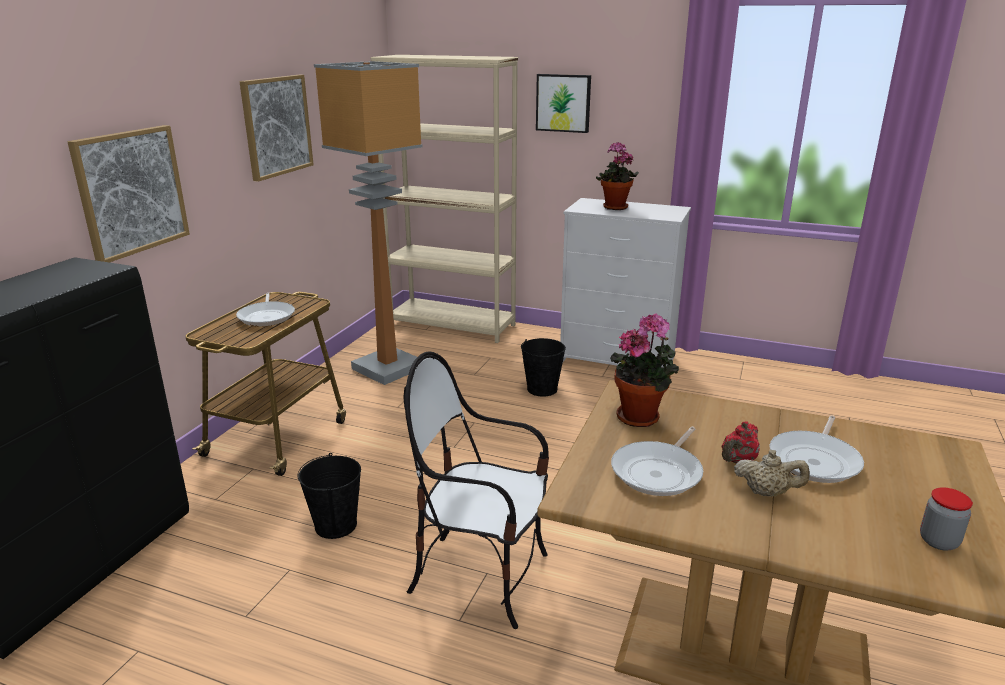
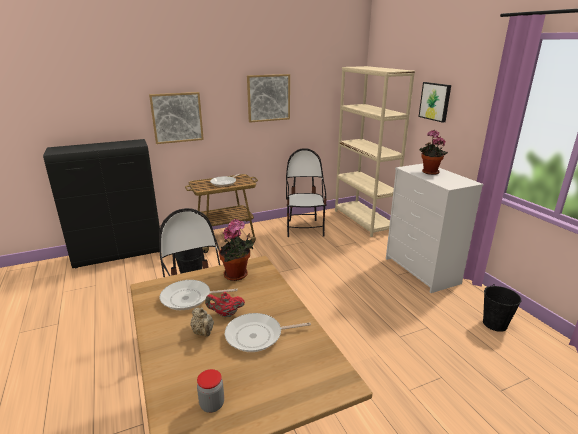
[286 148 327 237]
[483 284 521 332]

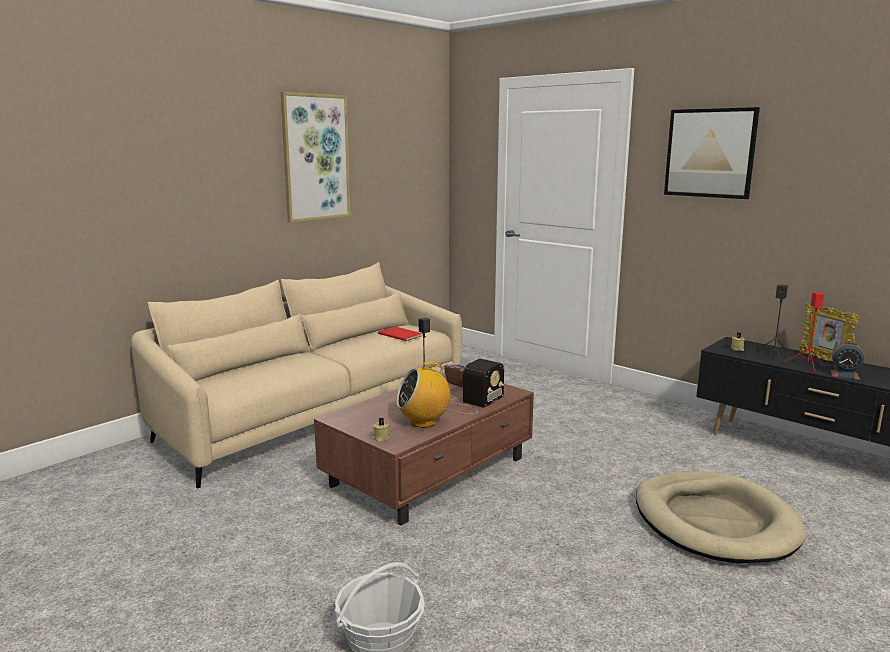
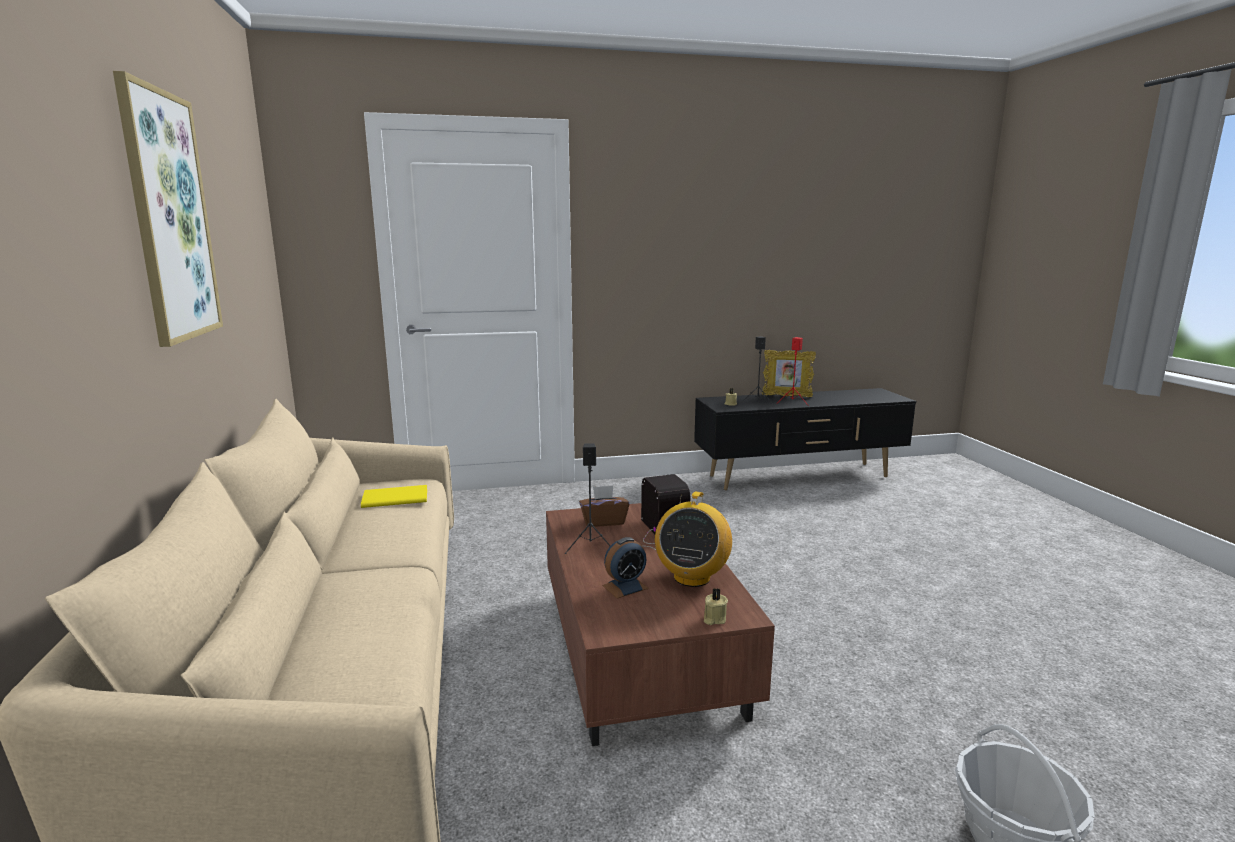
[664 107 760 199] (first image)
[361 485 427 508]
[602 537 649 599]
[636 471 806 563] (first image)

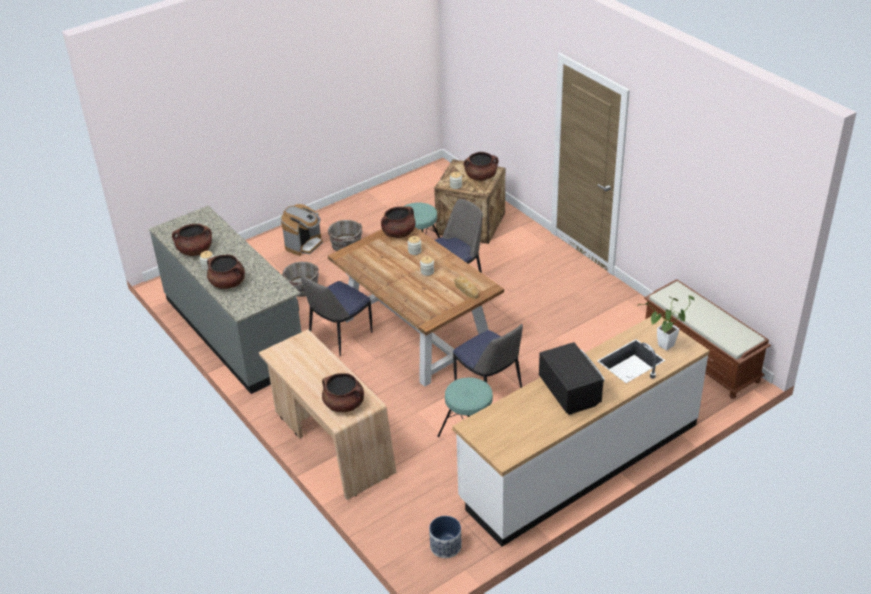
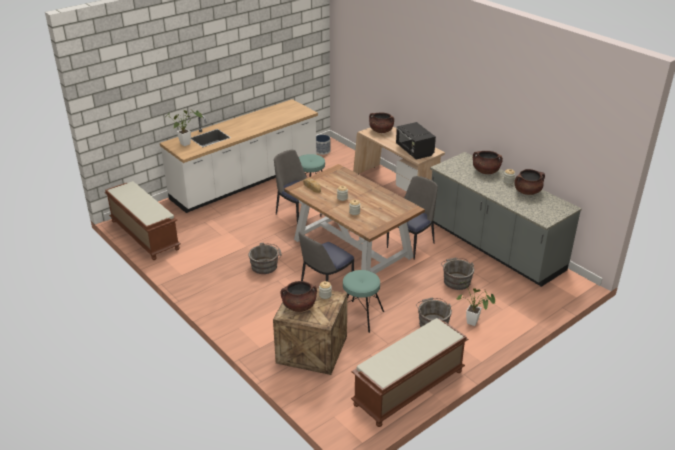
[457 281 495 326]
[381 206 416 238] (first image)
[396 122 436 160]
[249 243 282 274]
[351 318 468 427]

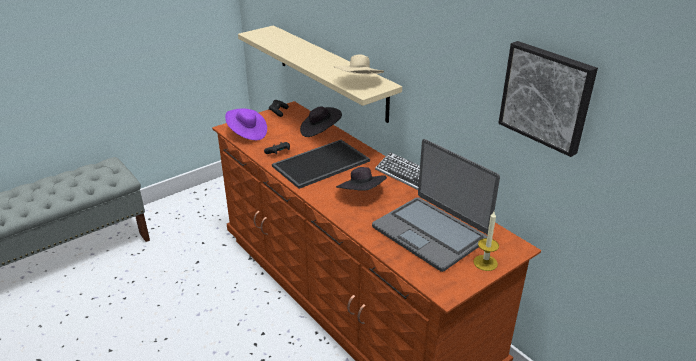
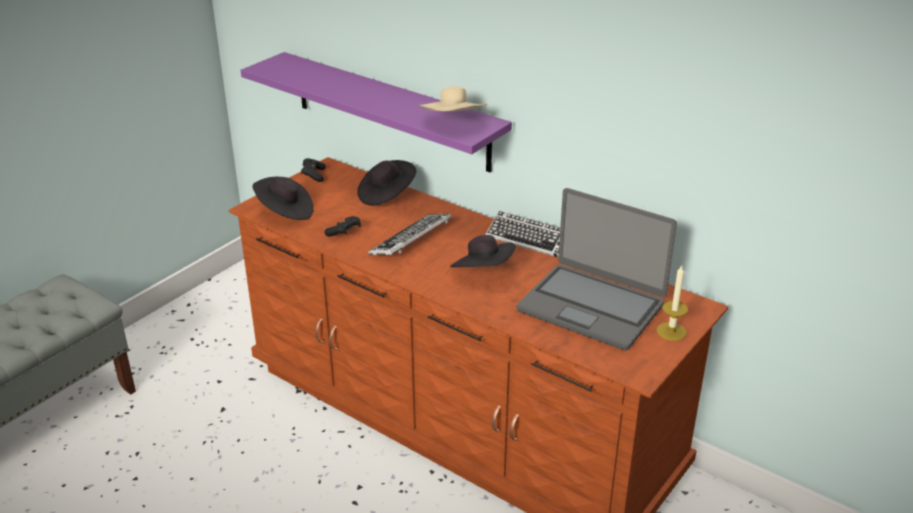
[241 52 512 172]
[498 41 598 157] (first image)
[253 177 314 220]
[368 214 451 255]

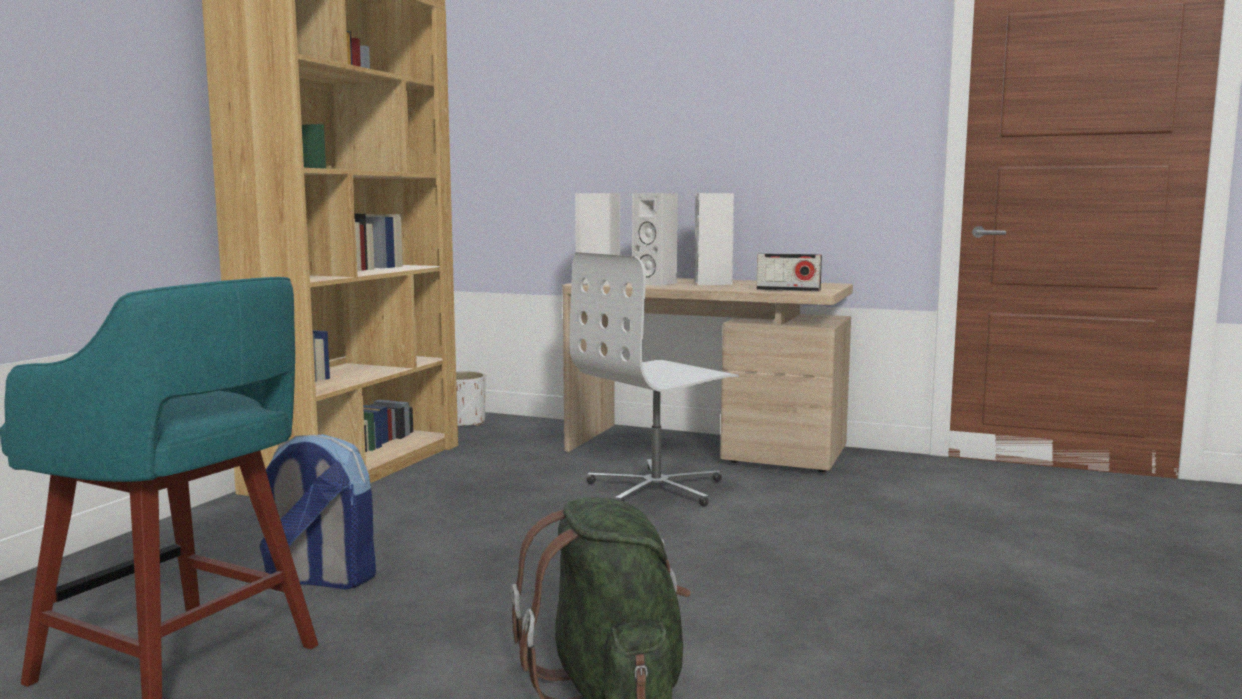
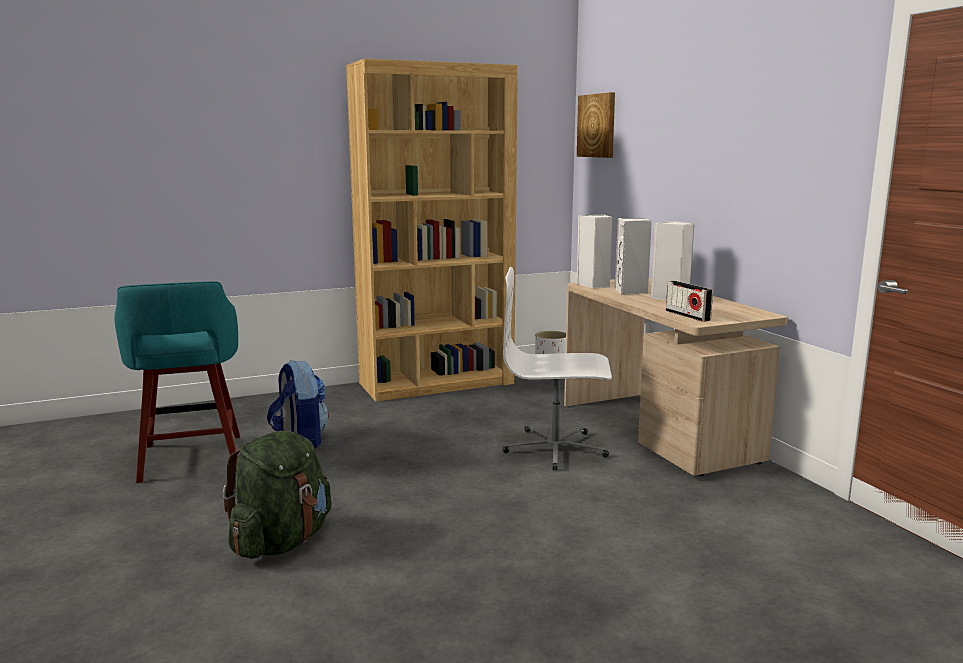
[577 92 615 158]

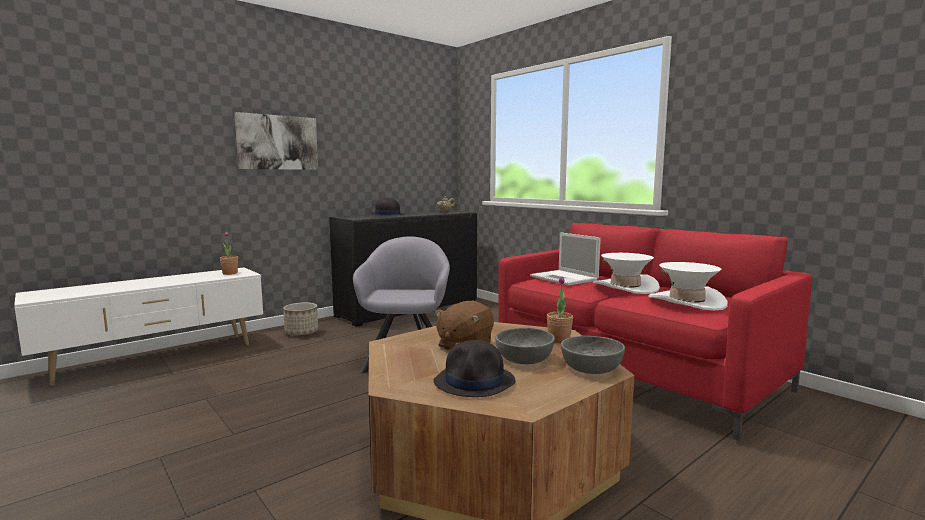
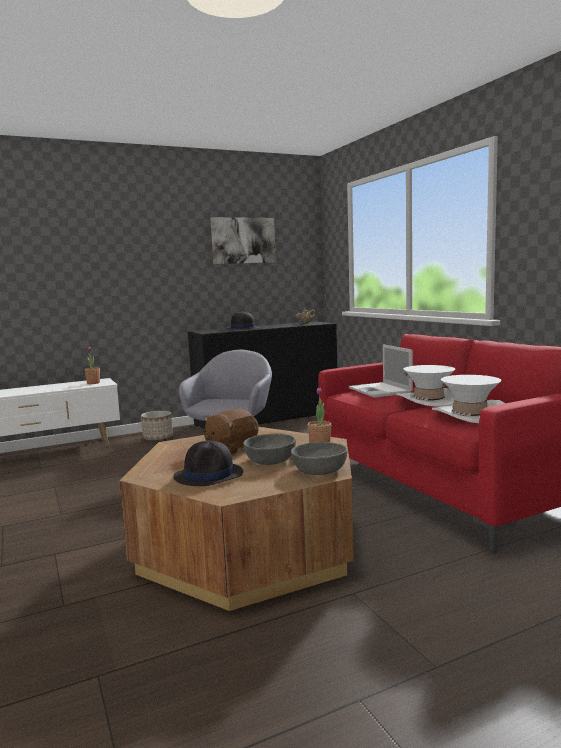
[211 217 276 264]

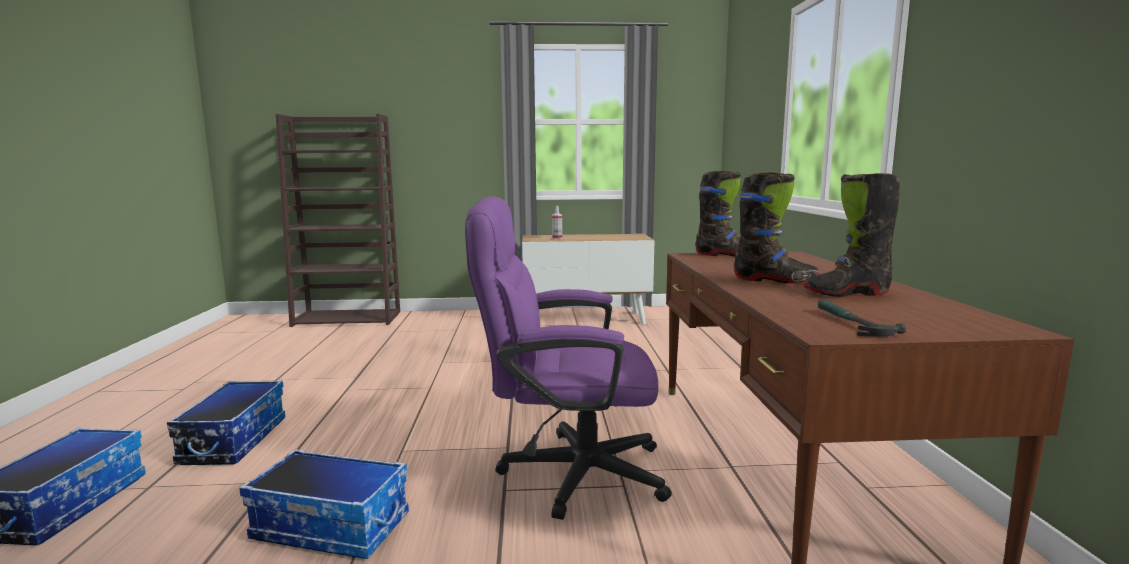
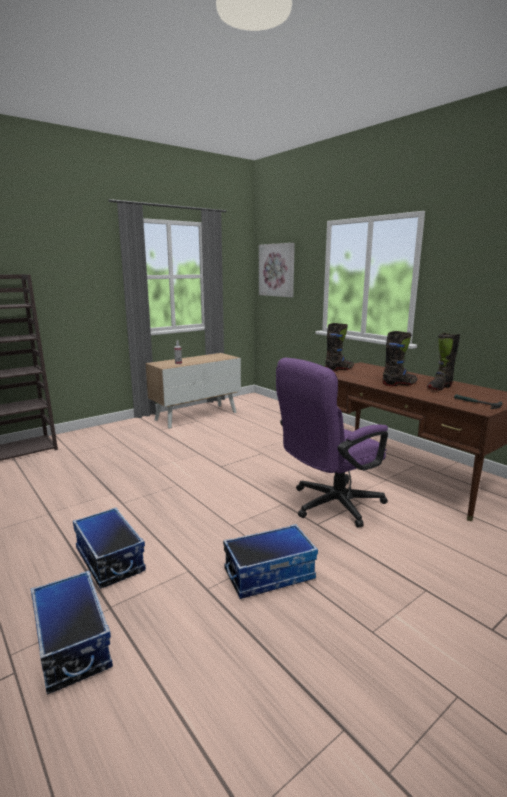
[259 243 295 297]

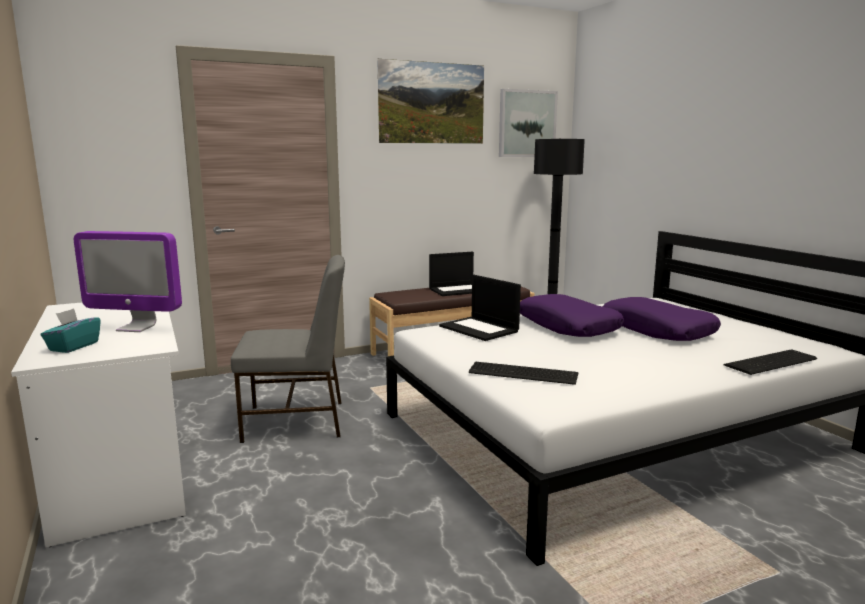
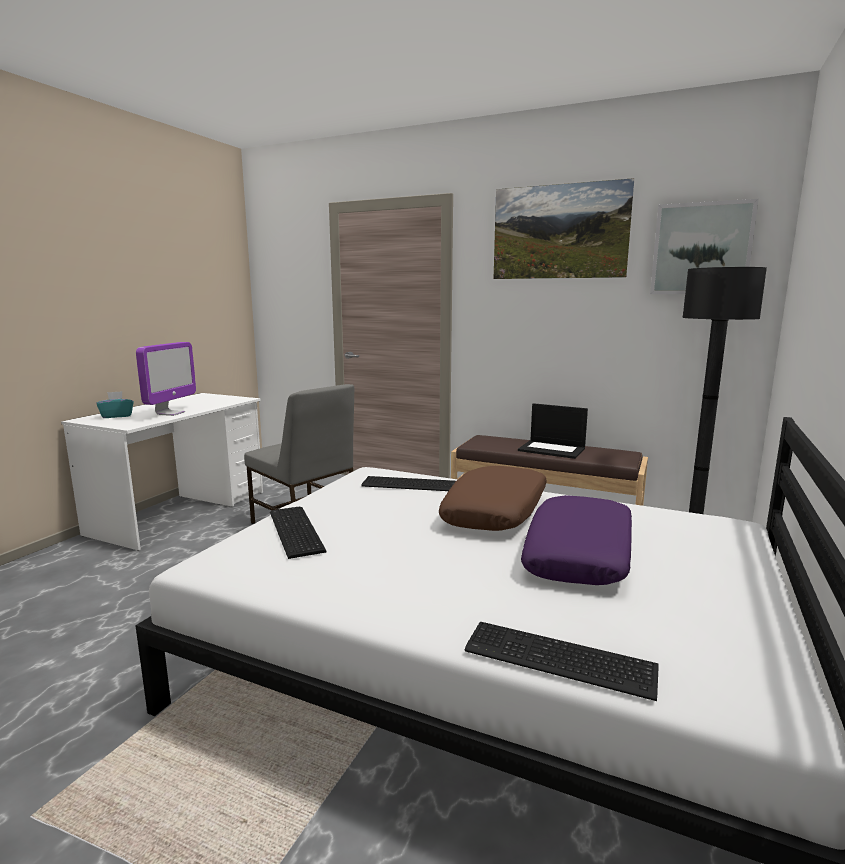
[136 342 196 416]
[361 476 456 491]
[439 466 547 531]

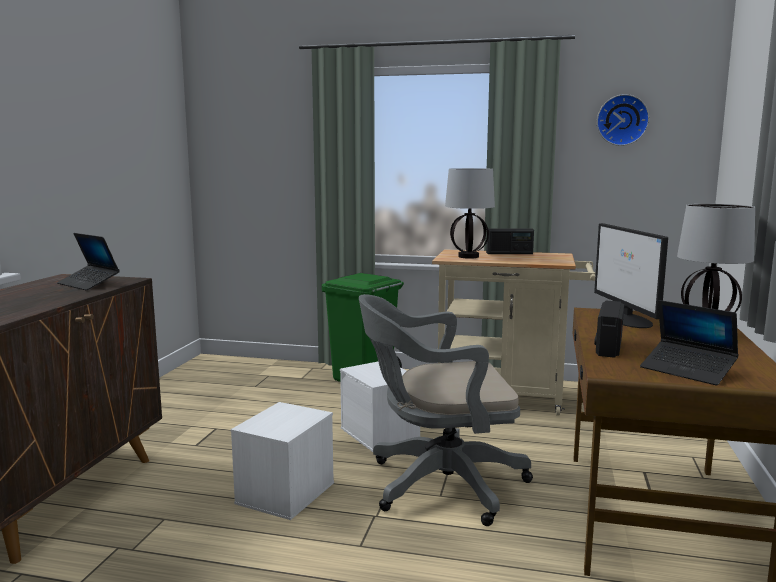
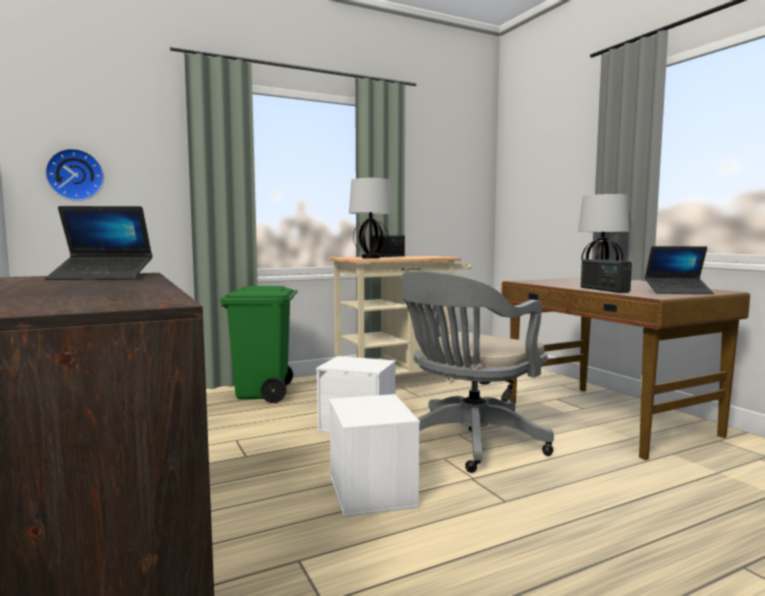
[45 148 104 201]
[594 223 668 328] (first image)

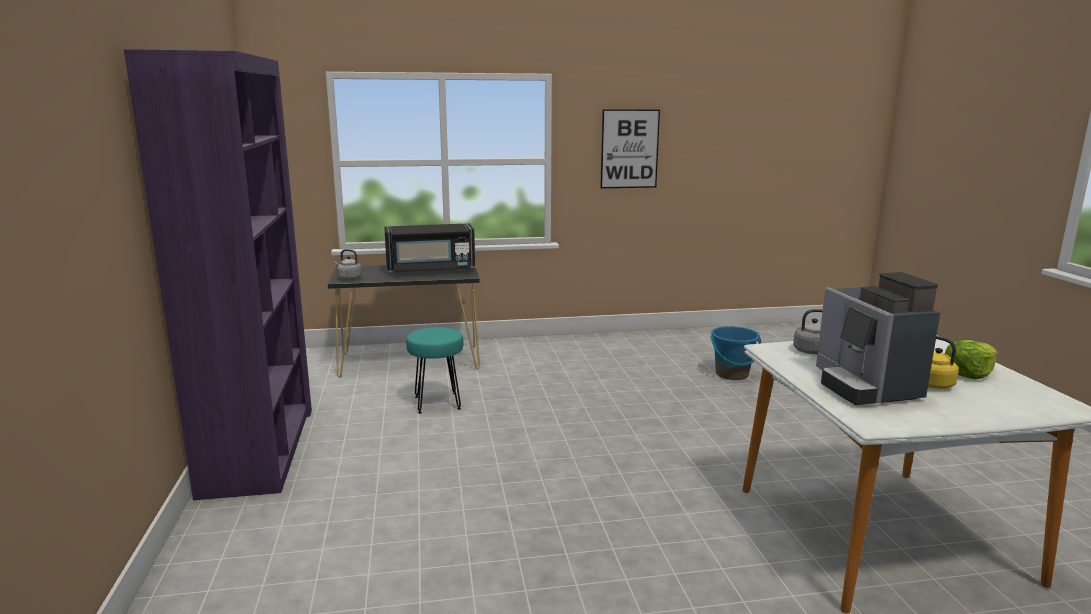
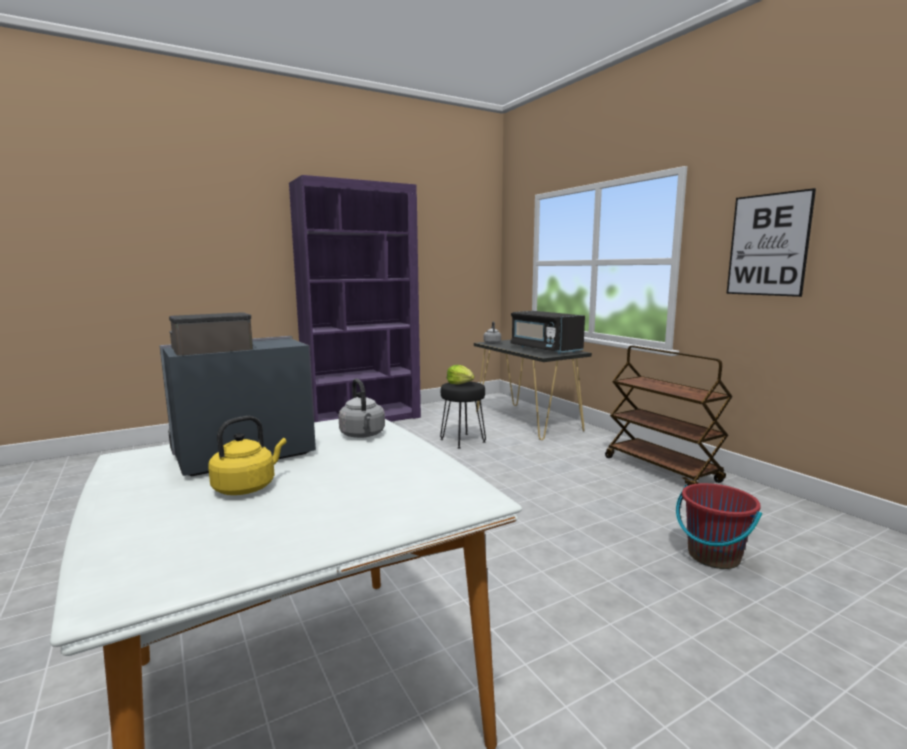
[676 483 762 569]
[440 381 486 449]
[447 365 475 385]
[605 345 733 486]

